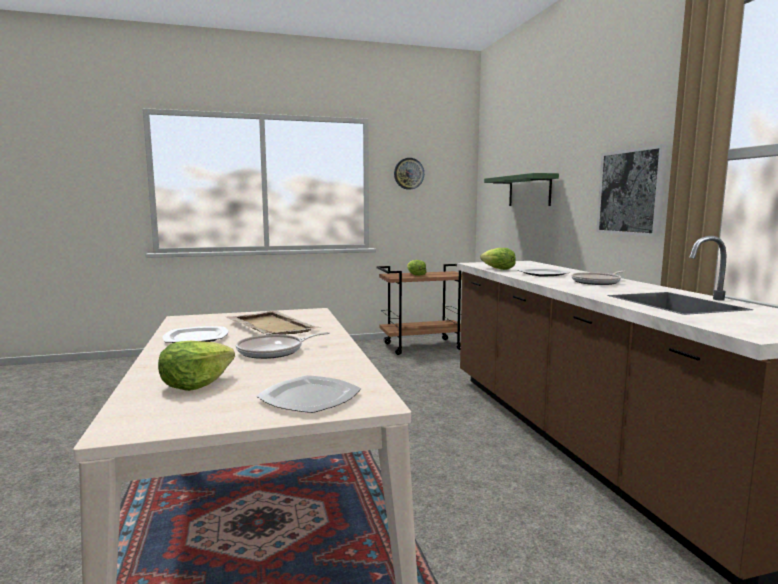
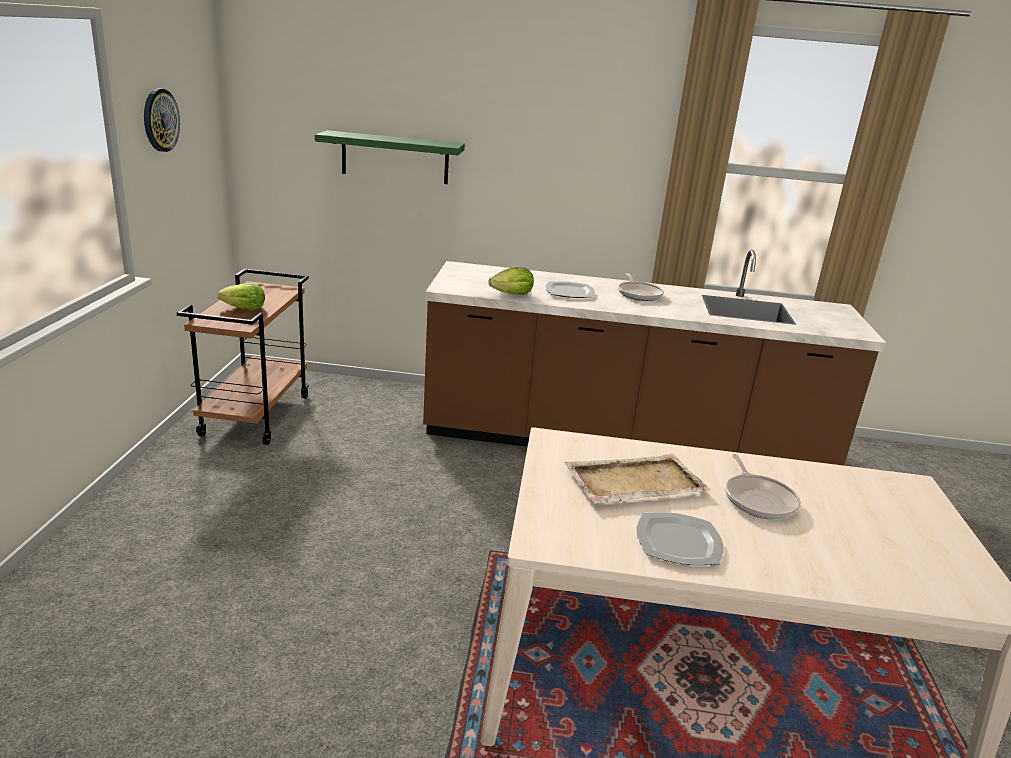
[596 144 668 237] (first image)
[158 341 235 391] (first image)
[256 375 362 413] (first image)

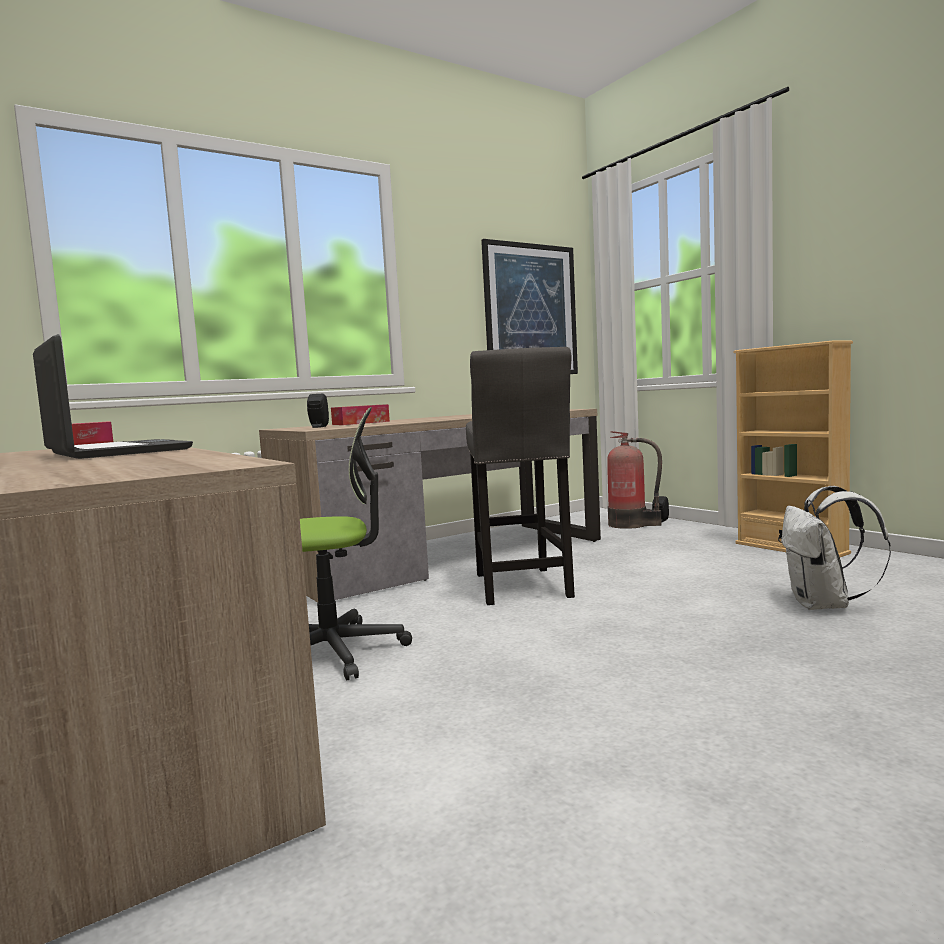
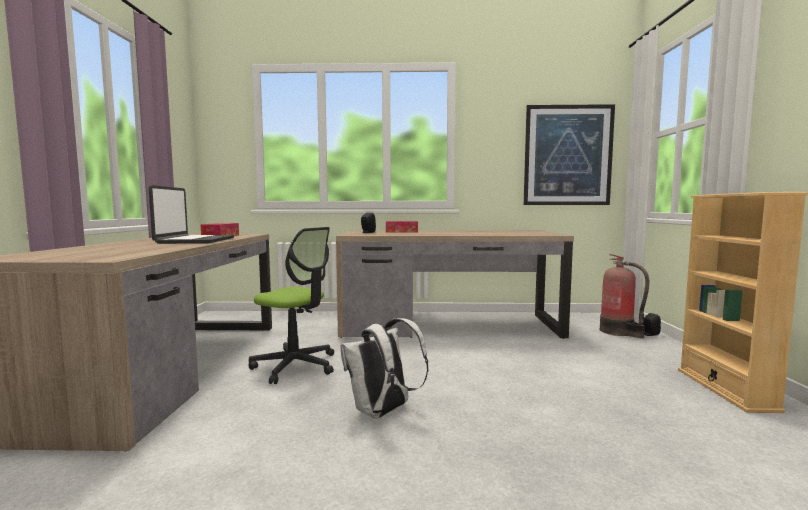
[466 347 575 605] (first image)
[340 318 428 419]

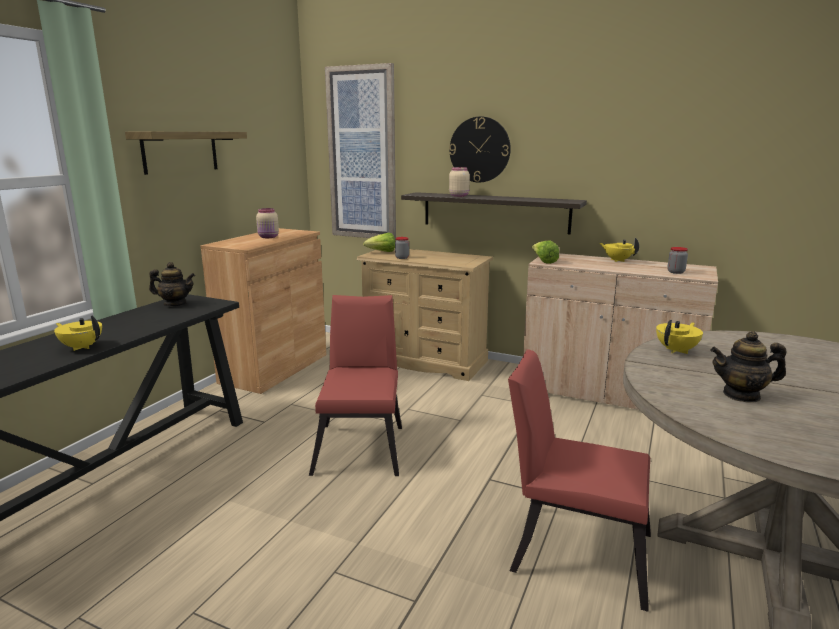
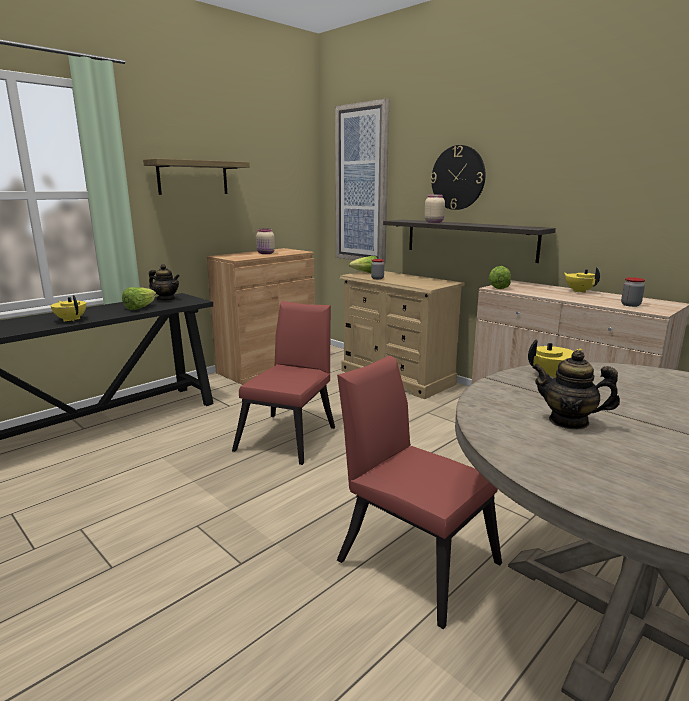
[122 287 156 310]

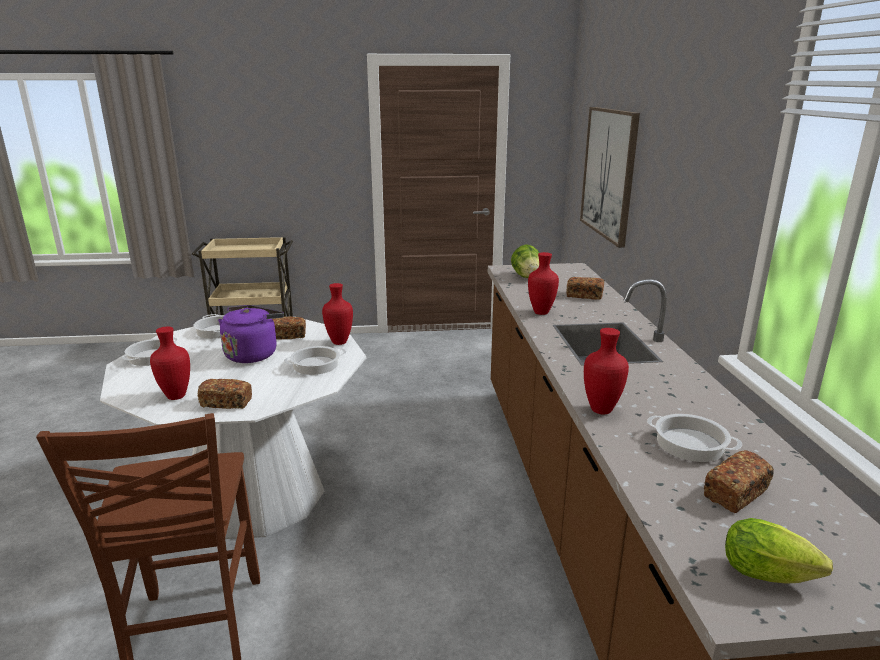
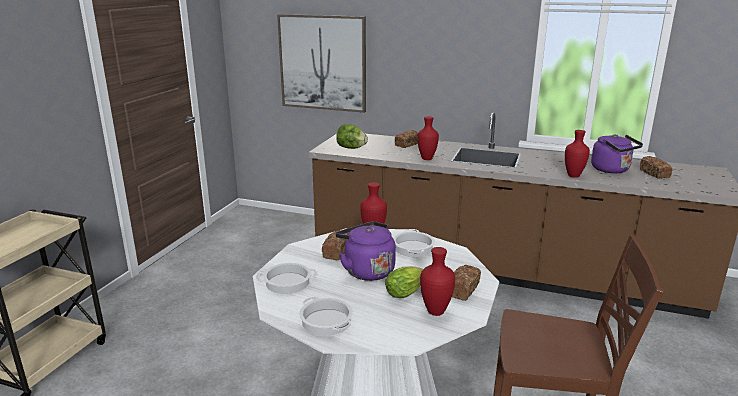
[591 134 643 173]
[385 266 423 298]

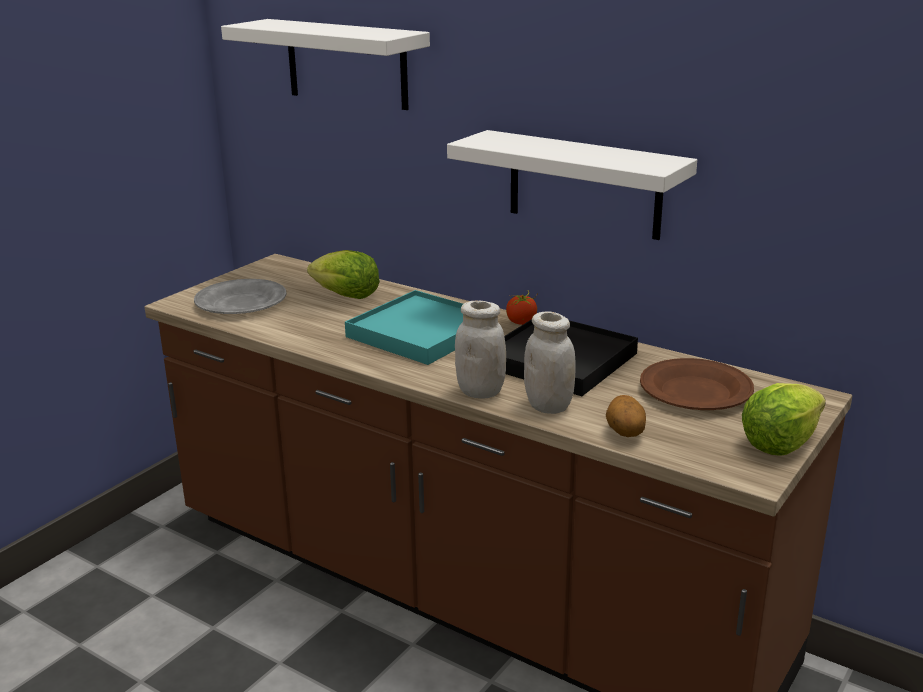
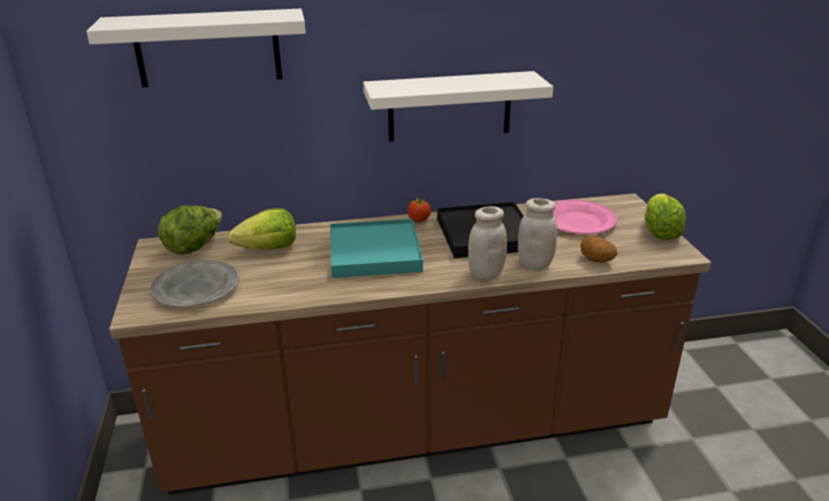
[553 200 617 234]
[158 205 222 255]

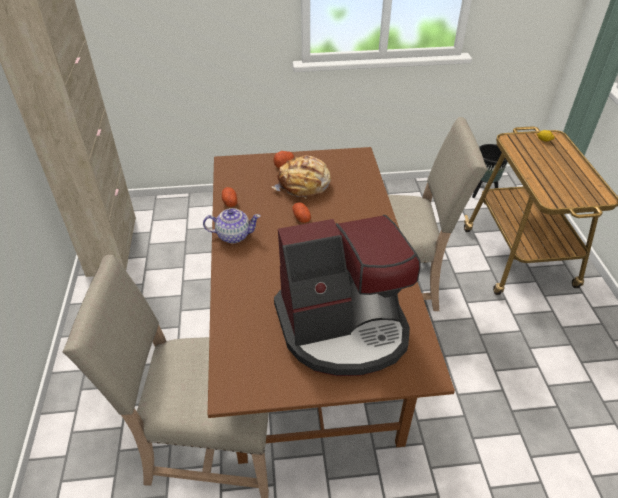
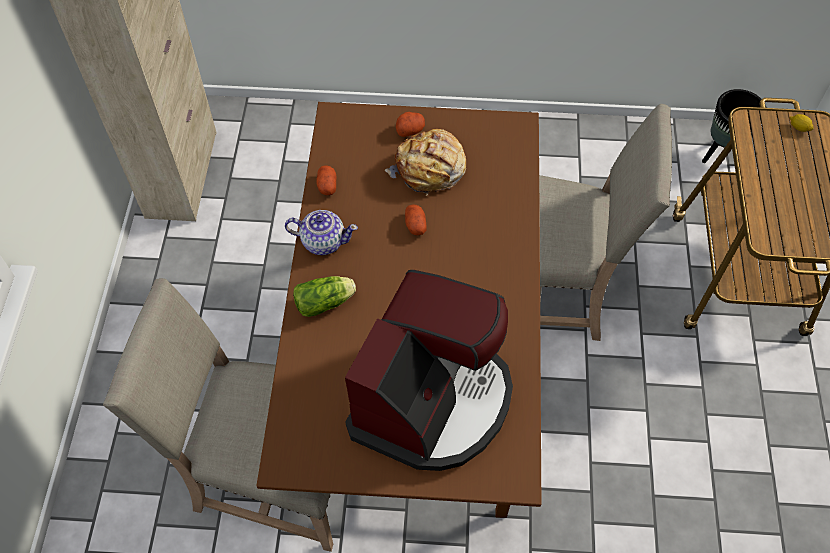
[345 270 513 471]
[293 276 356 317]

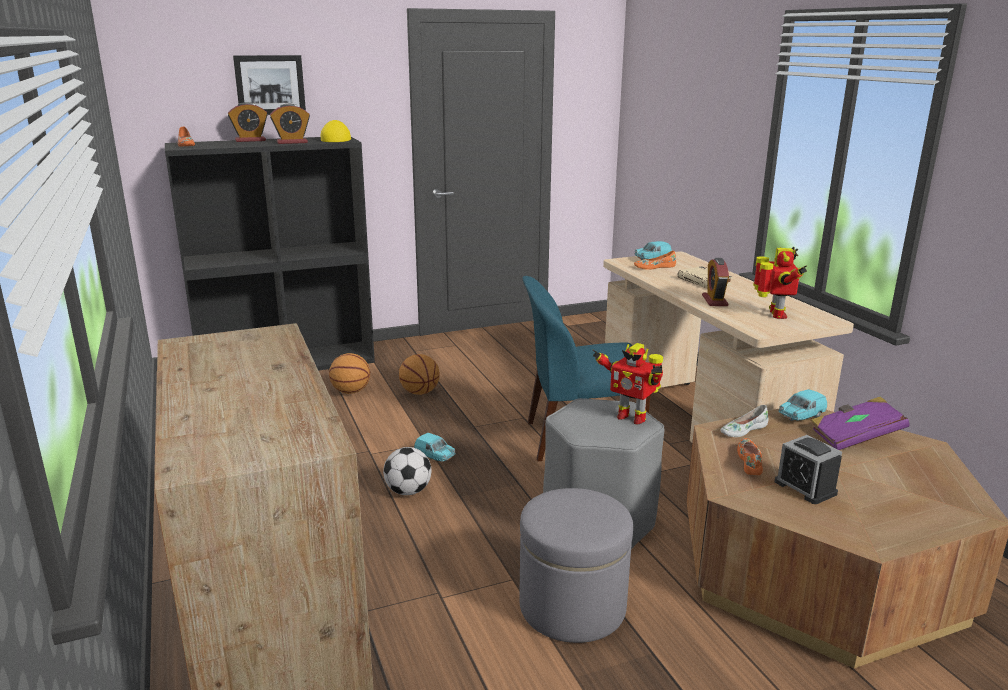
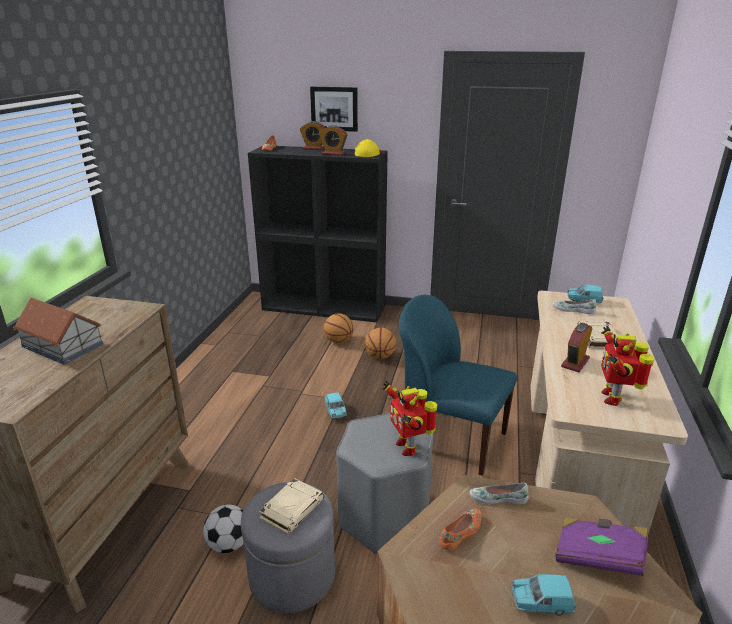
[601 326 654 406]
[552 299 597 314]
[512 574 576 616]
[774 435 842 504] (first image)
[203 504 243 553]
[13 298 103 365]
[259 478 324 534]

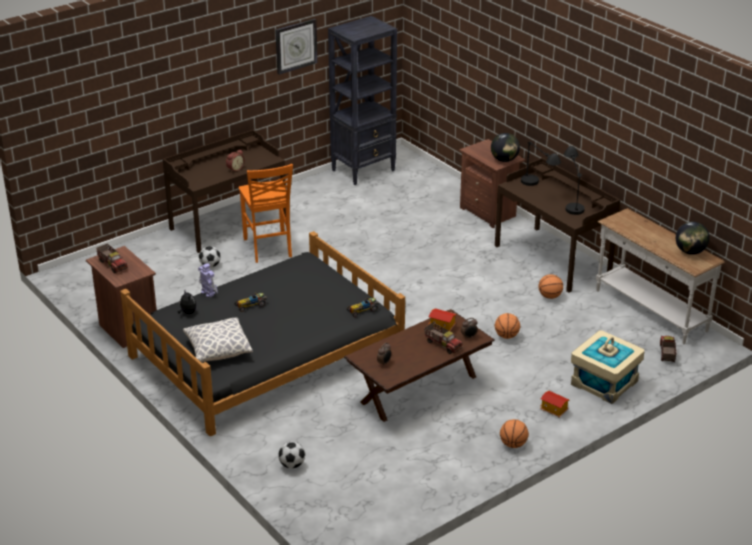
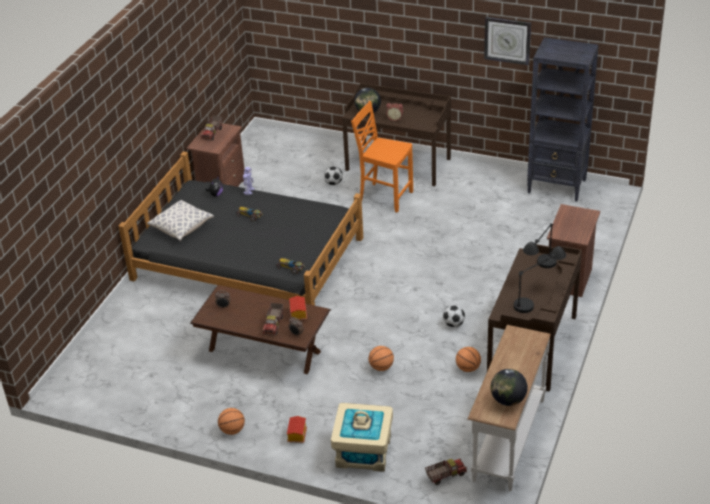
[354 88 381 114]
[351 101 413 213]
[443 305 465 327]

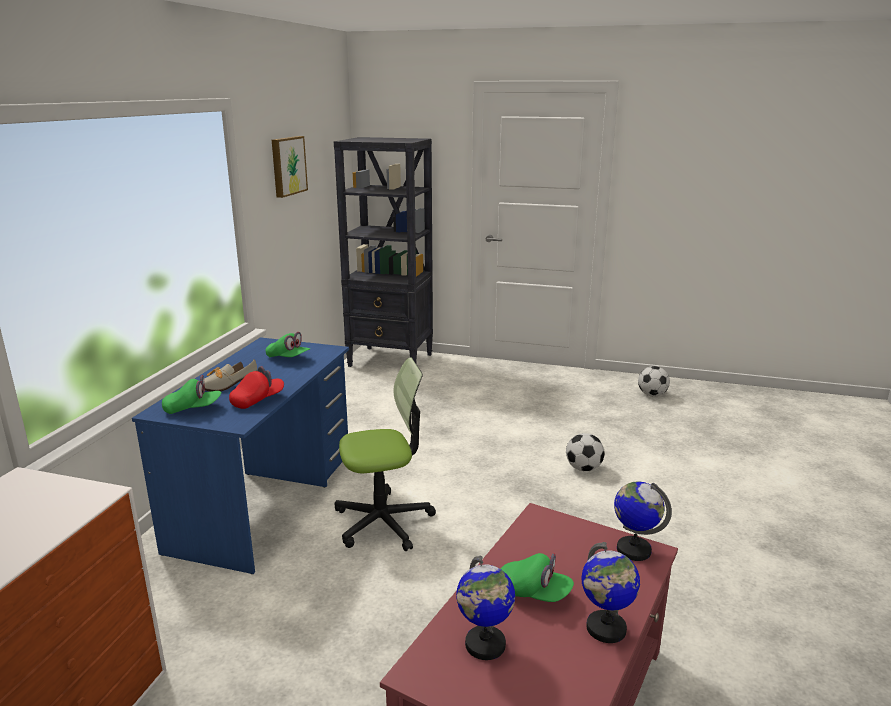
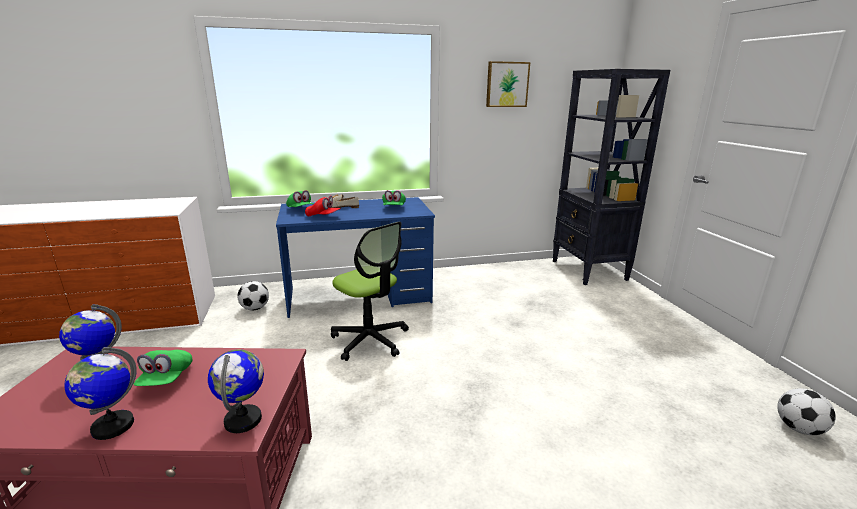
[237 281 269 311]

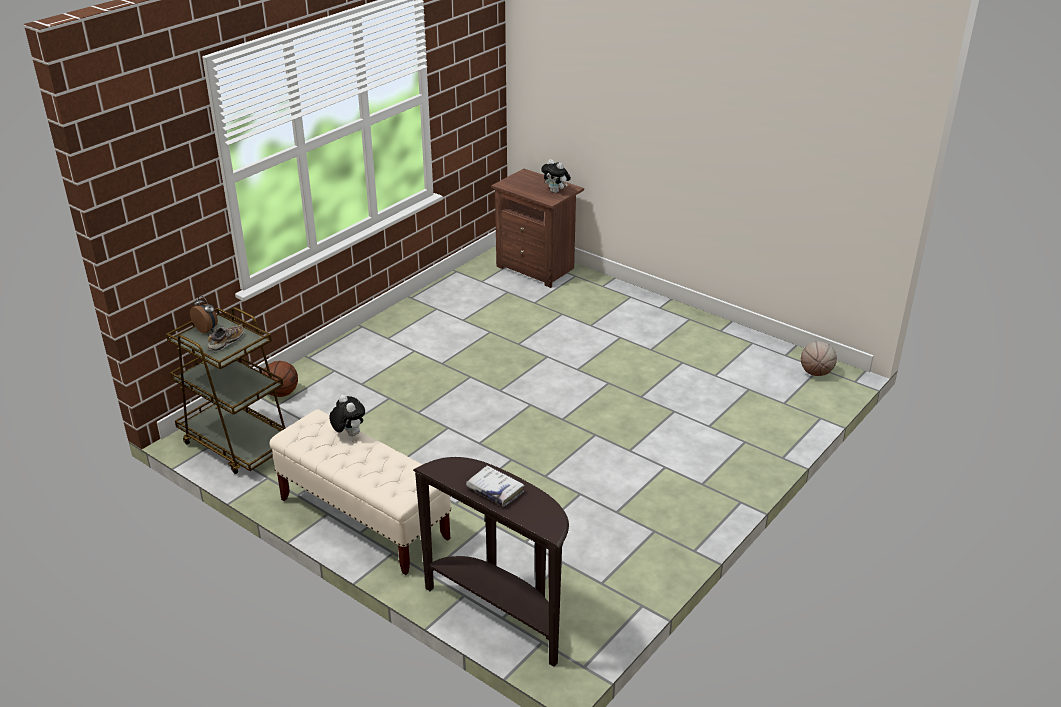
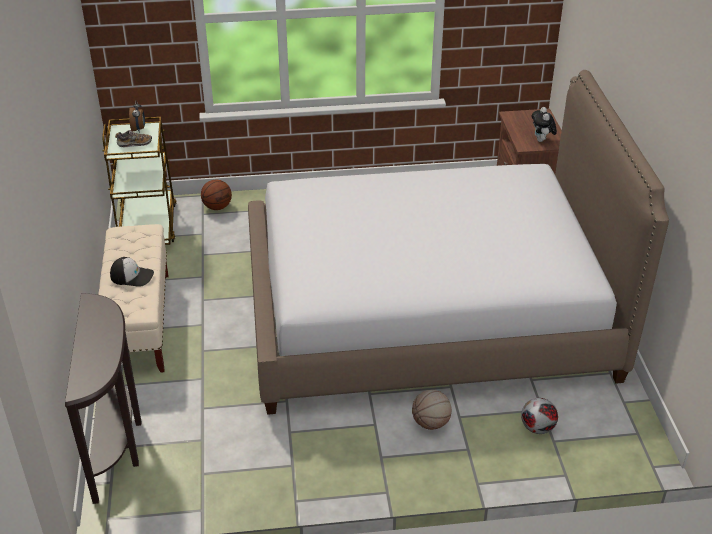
[412 390 452 430]
[330 395 365 437] (first image)
[466 465 525 506] (first image)
[248 70 669 415]
[110 257 154 287]
[521 398 558 434]

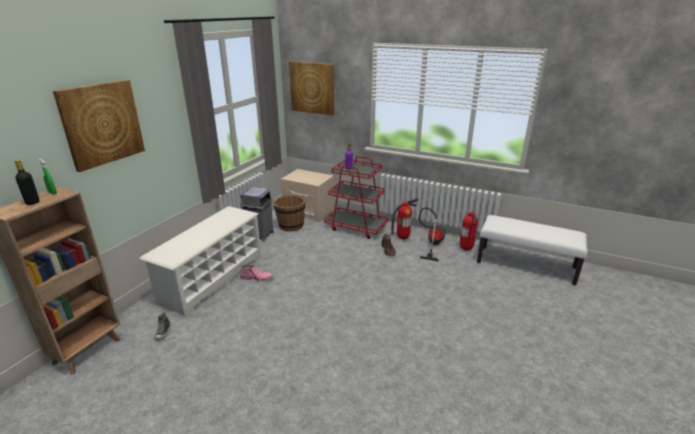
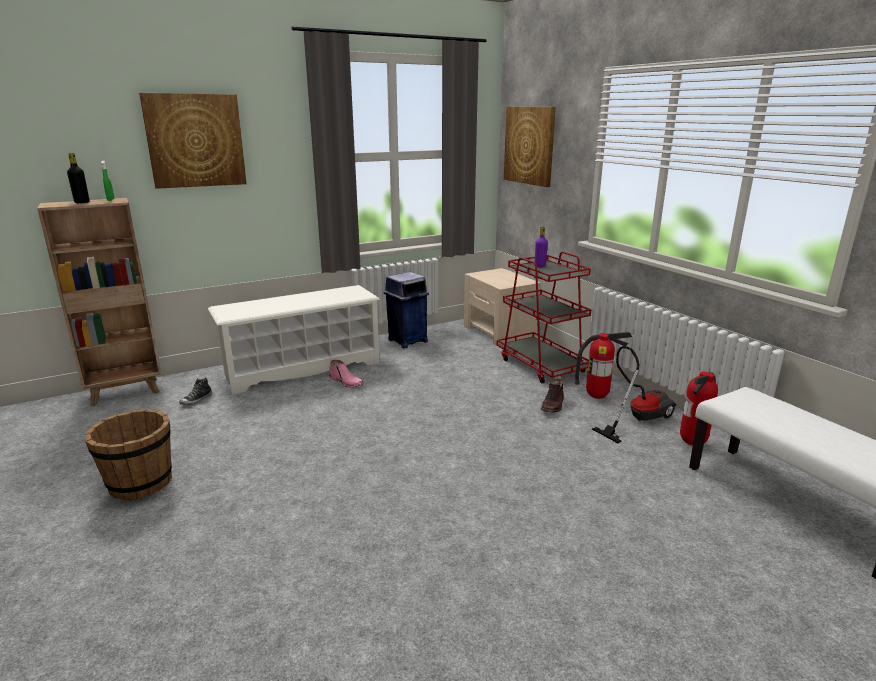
[384 272 429 348]
[85 409 172 500]

